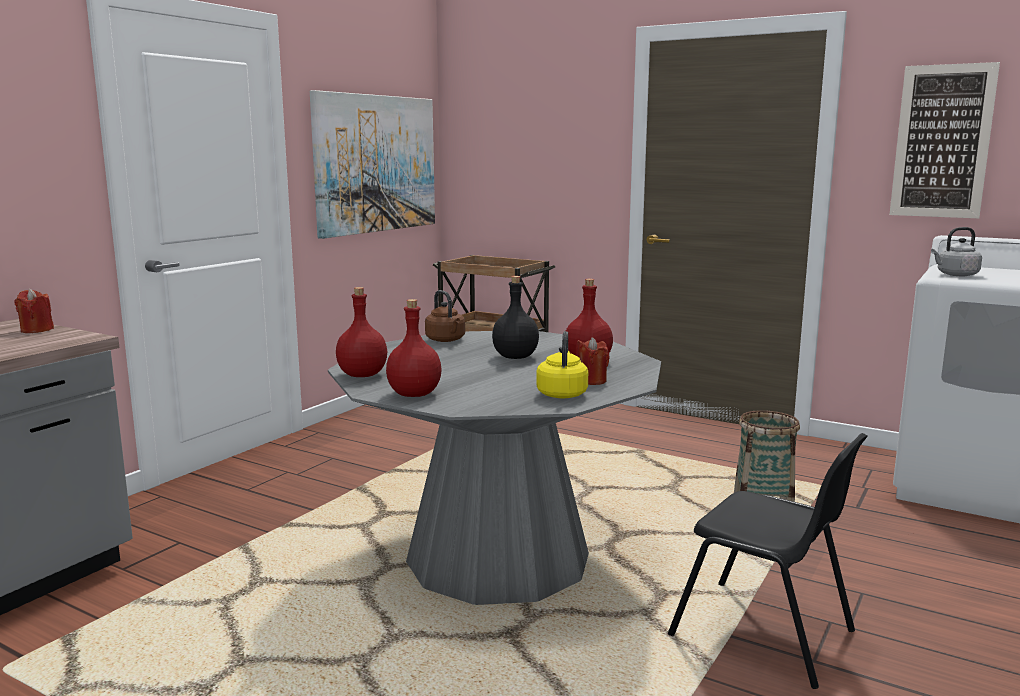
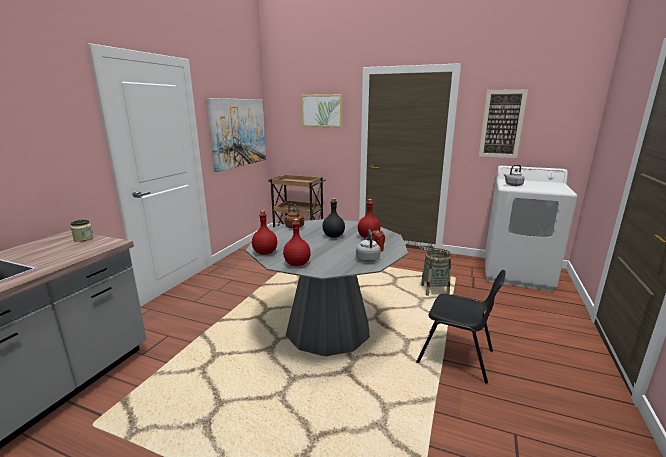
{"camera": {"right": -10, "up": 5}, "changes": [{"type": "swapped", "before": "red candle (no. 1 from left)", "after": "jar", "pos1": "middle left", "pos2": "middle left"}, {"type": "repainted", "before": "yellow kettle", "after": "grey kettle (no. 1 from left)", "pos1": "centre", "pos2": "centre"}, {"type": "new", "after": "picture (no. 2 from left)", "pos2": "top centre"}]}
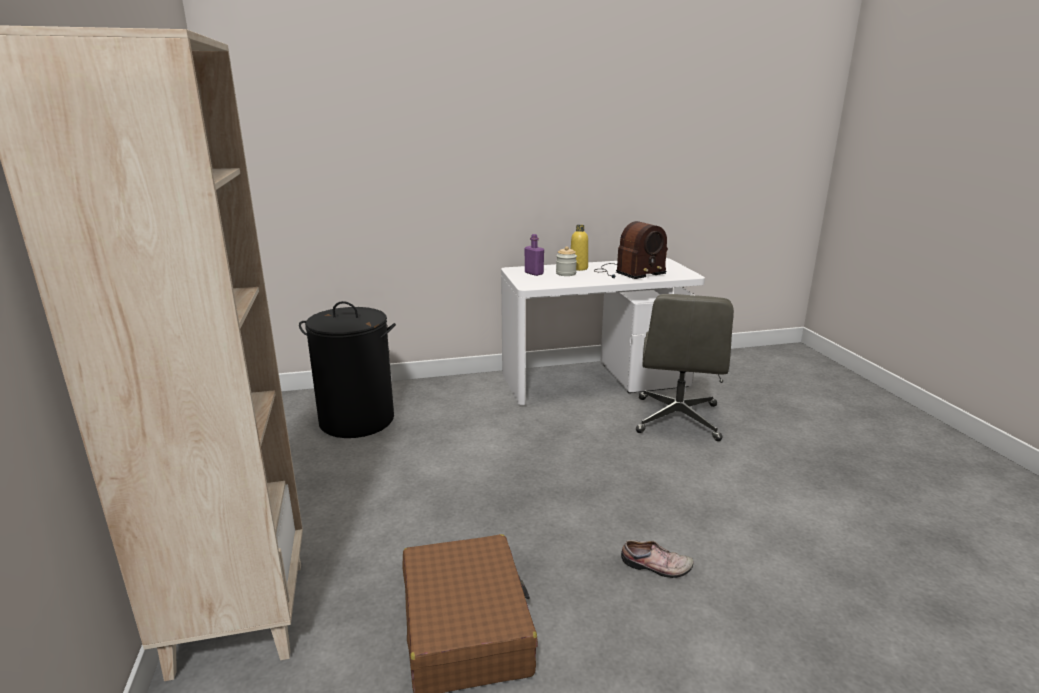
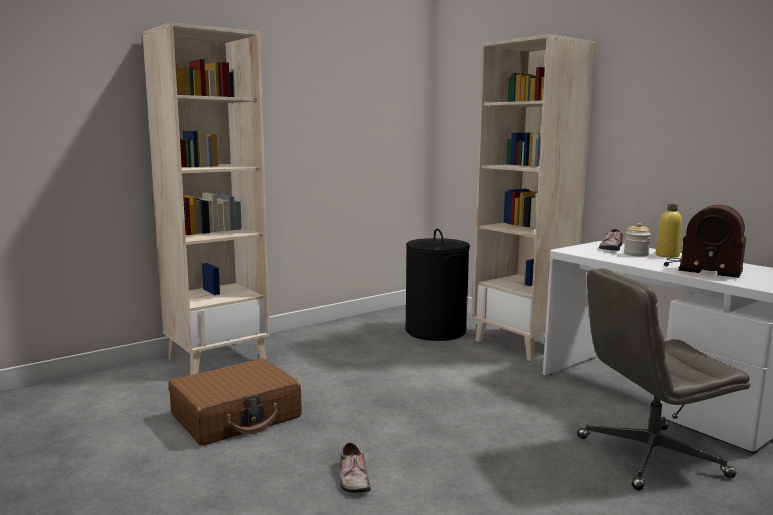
{"camera": {"right": 65, "up": -10}, "changes": [{"type": "swapped", "before": "purple bottle", "after": "shoe (no. 2 from left)", "pos1": "centre", "pos2": "middle right"}, {"type": "new", "after": "beige bookcase (no. 2 from left)", "pos2": "middle right"}]}
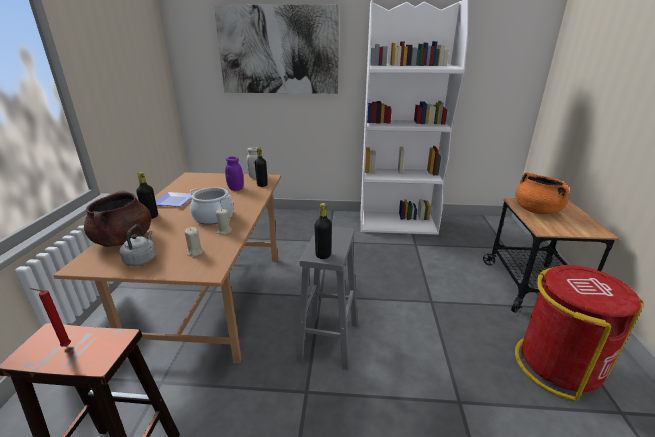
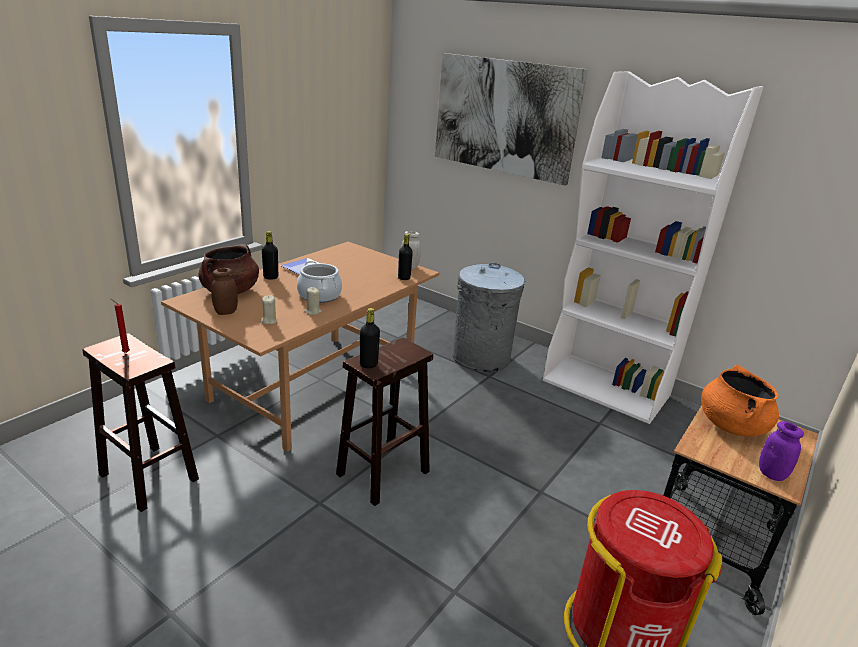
{"camera": {"right": 30, "up": 0}, "changes": [{"type": "swapped", "before": "grey kettle", "after": "brown jar", "pos1": "middle left", "pos2": "middle left"}, {"type": "shifted", "before": "purple jar", "pos1": "centre", "pos2": "bottom right"}, {"type": "repainted", "before": "grey stool", "after": "brown stool (no. 2 from left)", "pos1": "bottom centre", "pos2": "centre"}, {"type": "new", "after": "grey trash can", "pos2": "centre"}]}
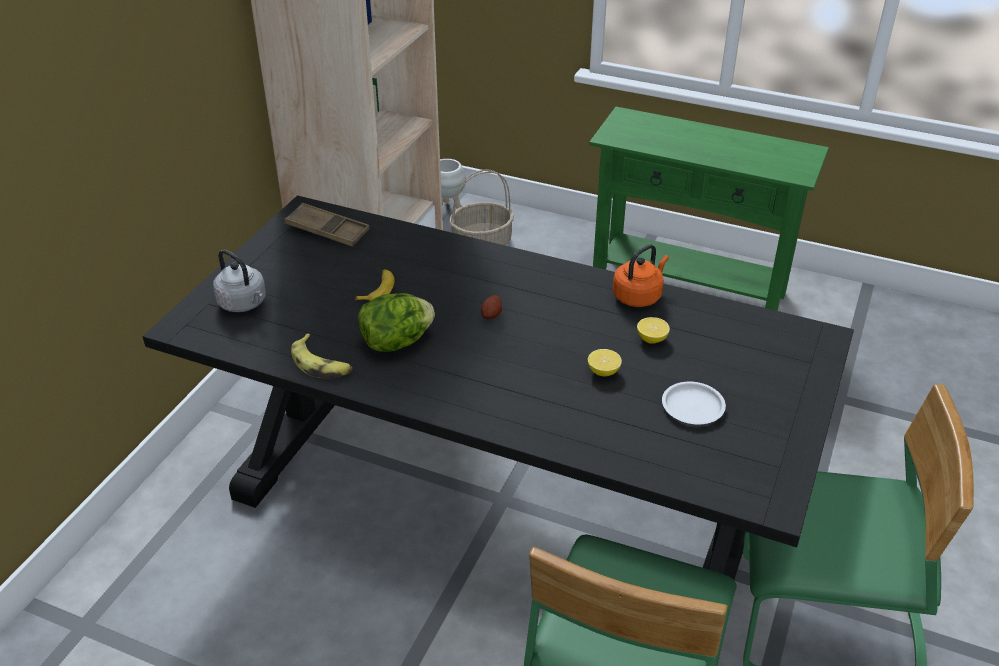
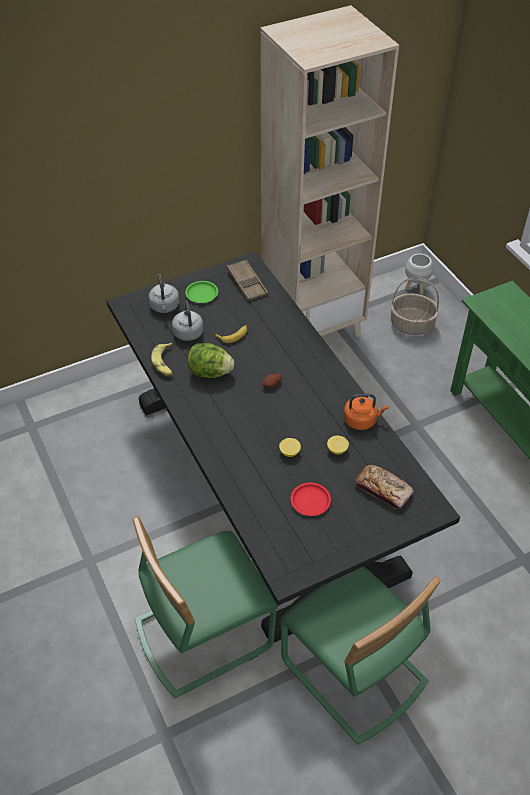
{"camera": {"right": 40, "up": 10}, "changes": [{"type": "repainted", "before": "white plate", "after": "red plate", "pos1": "middle right", "pos2": "centre"}, {"type": "new", "after": "grey kettle (no. 2 from left)", "pos2": "centre"}, {"type": "new", "after": "green plate", "pos2": "centre"}, {"type": "new", "after": "bread", "pos2": "middle right"}]}
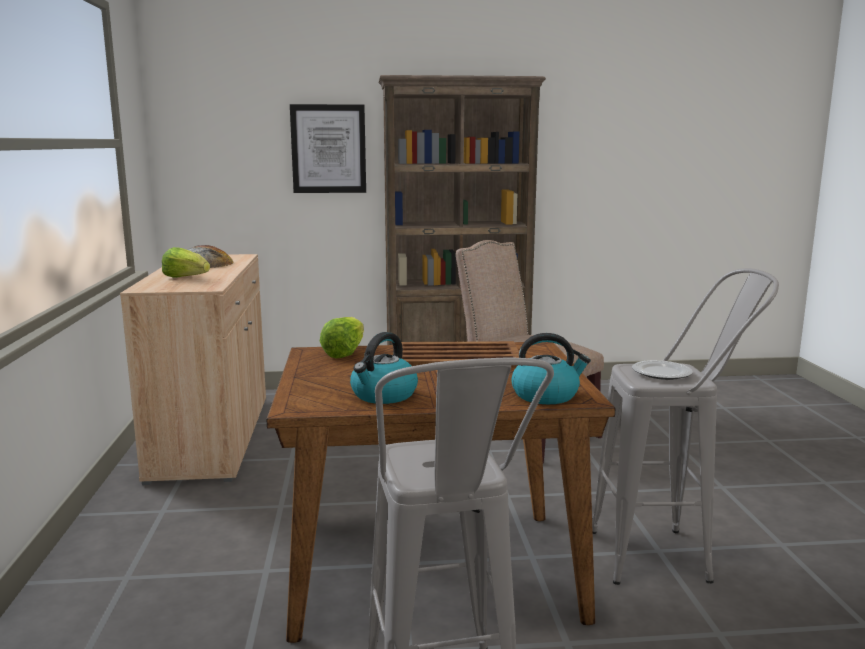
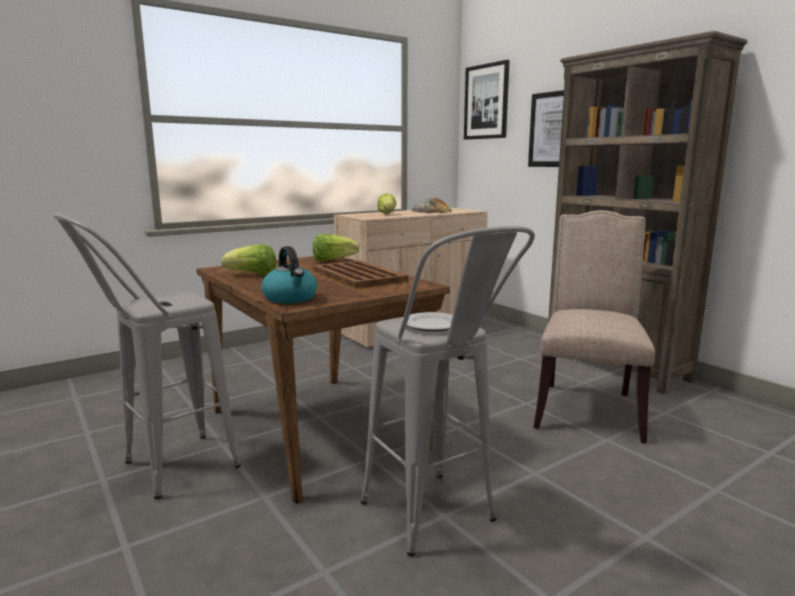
{"camera": {"right": 60, "up": 0}, "changes": [{"type": "swapped", "before": "kettle (no. 1 from left)", "after": "lettuce (no. 1 from left)", "pos1": "centre", "pos2": "middle left"}, {"type": "new", "after": "picture (no. 1 from left)", "pos2": "top centre"}]}
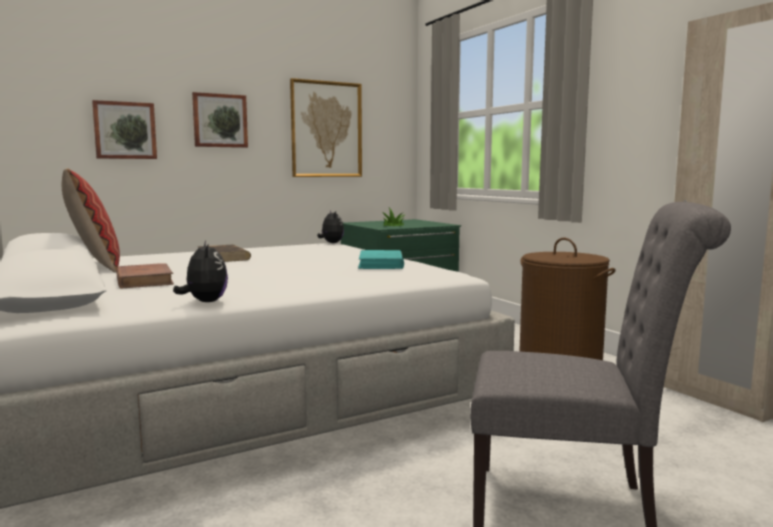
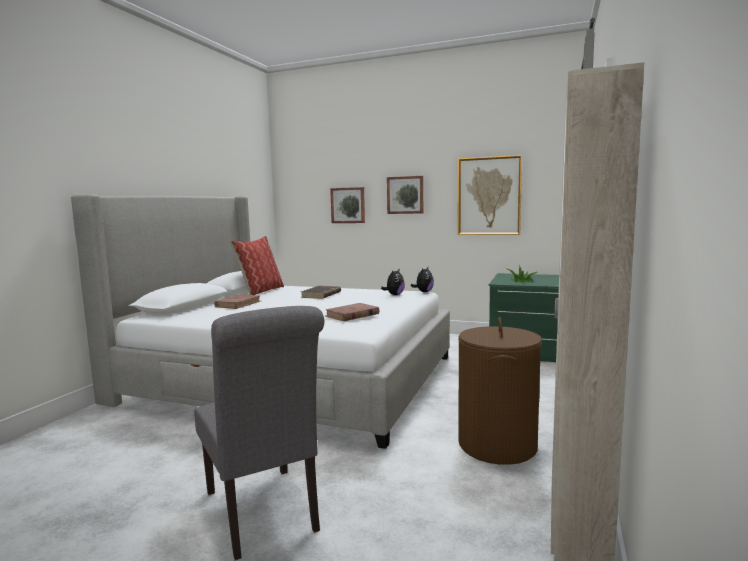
{"camera": {"right": 50, "up": 0}, "changes": [{"type": "shifted", "before": "plush toy (no. 1 from left)", "pos1": "middle left", "pos2": "centre"}, {"type": "repainted", "before": "turquoise book", "after": "brown book (no. 3 from left)", "pos1": "centre", "pos2": "centre"}]}
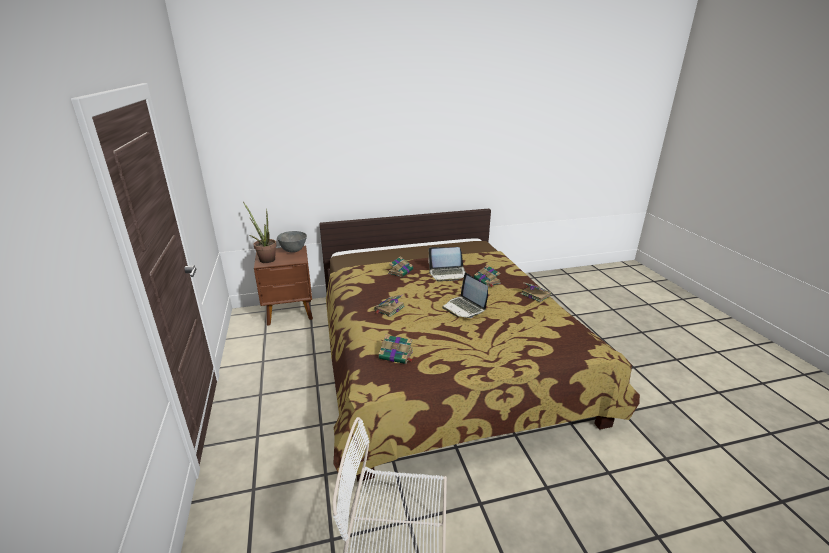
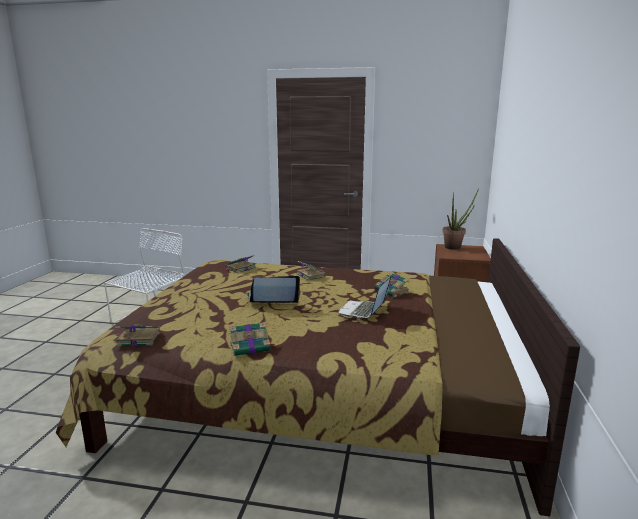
{"camera": {"right": 115, "up": -10}, "changes": [{"type": "gone", "before": "grey bowl", "pos1": "centre"}, {"type": "shifted", "before": "book (no. 4 from left in the first image)", "after": "book (no. 1 from left)", "pos1": "centre", "pos2": "middle left"}]}
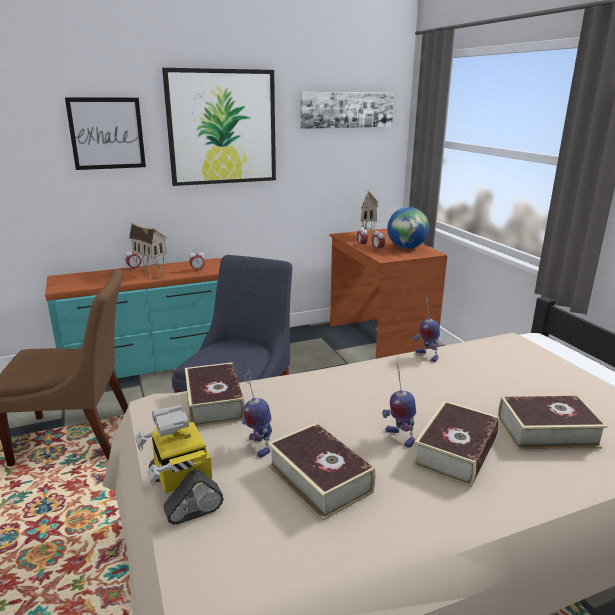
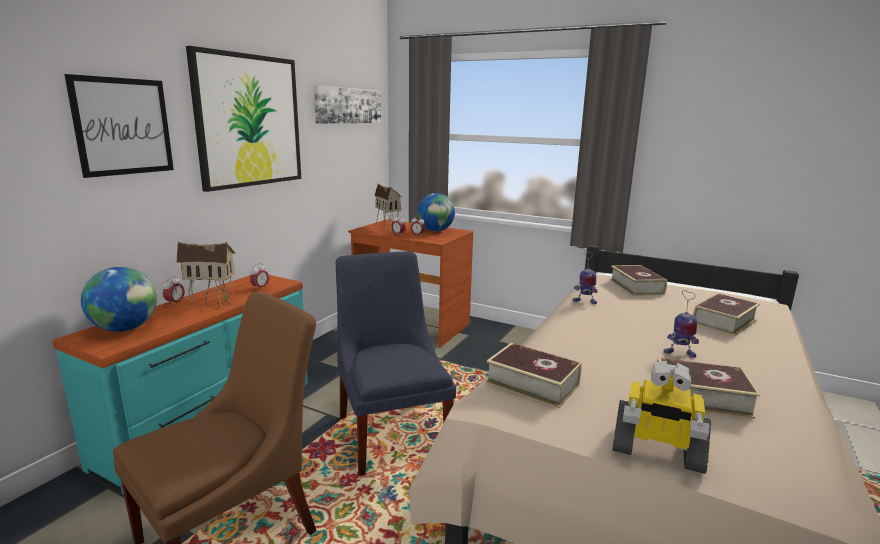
{"camera": {"right": -40, "up": -5}, "changes": [{"type": "gone", "before": "toy robot (no. 2 from left)", "pos1": "bottom centre"}, {"type": "shifted", "before": "book (no. 3 from left in the first image)", "after": "book (no. 2 from left)", "pos1": "bottom right", "pos2": "middle right"}, {"type": "new", "after": "globe (no. 1 from left)", "pos2": "middle left"}]}
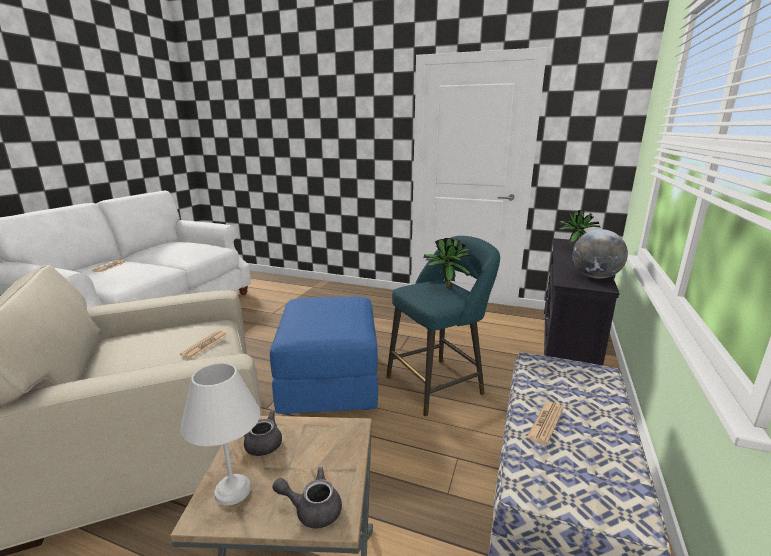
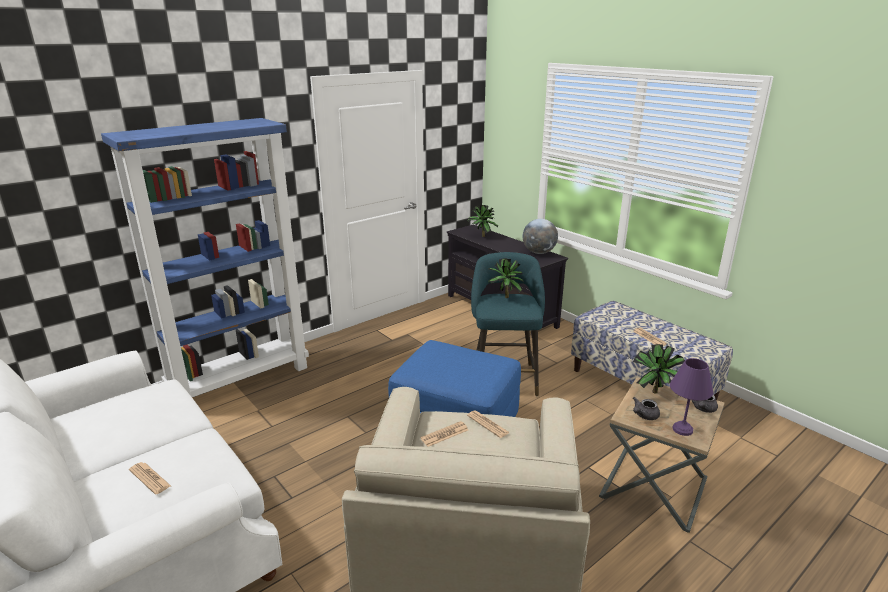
{"camera": {"right": -60, "up": 5}, "changes": [{"type": "repainted", "before": "white table lamp", "after": "purple table lamp", "pos1": "bottom left", "pos2": "bottom right"}, {"type": "new", "after": "blue bookcase", "pos2": "middle left"}, {"type": "new", "after": "newspaper (no. 2 from left)", "pos2": "bottom centre"}, {"type": "new", "after": "potted plant (no. 3 from left)", "pos2": "middle right"}]}
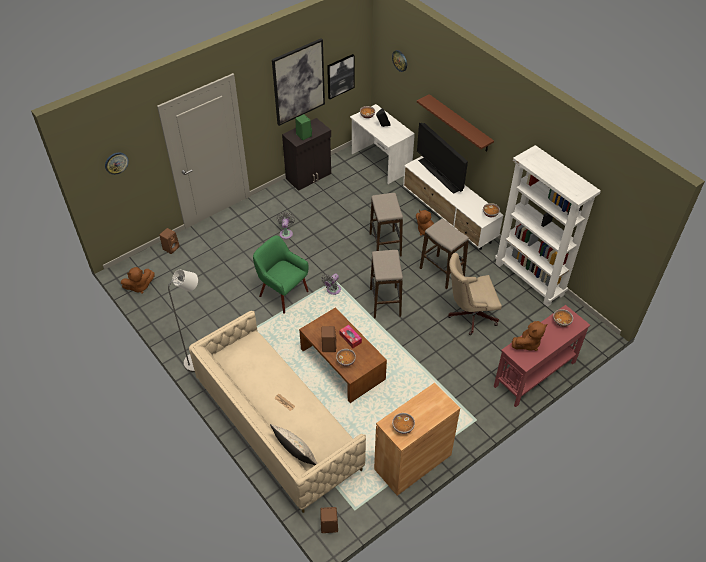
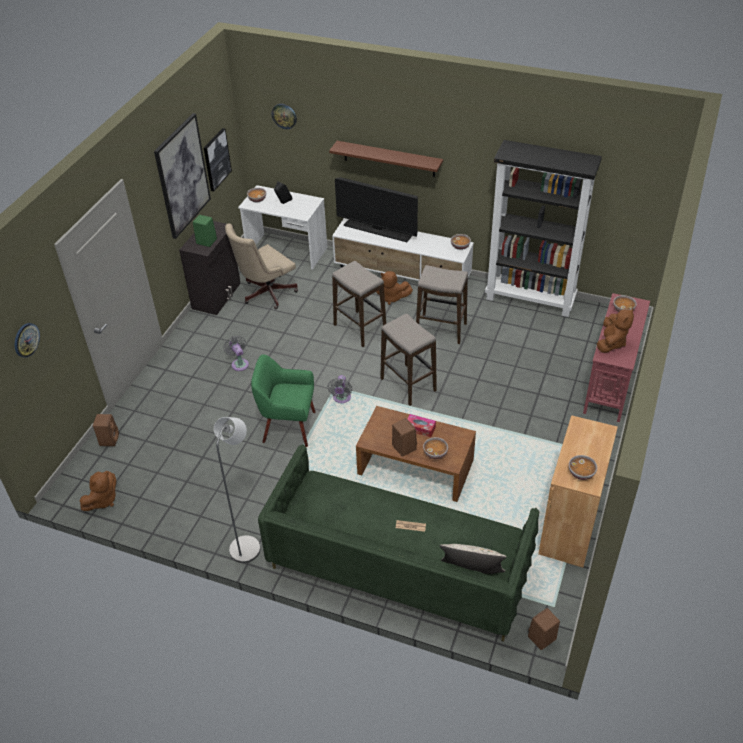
{"camera": {"right": -30, "up": -5}, "changes": [{"type": "repainted", "before": "beige sofa", "after": "green sofa", "pos1": "bottom centre", "pos2": "bottom centre"}, {"type": "shifted", "before": "beige office chair", "pos1": "middle right", "pos2": "centre"}, {"type": "repainted", "before": "white bookcase", "after": "black bookcase", "pos1": "middle right", "pos2": "top right"}]}
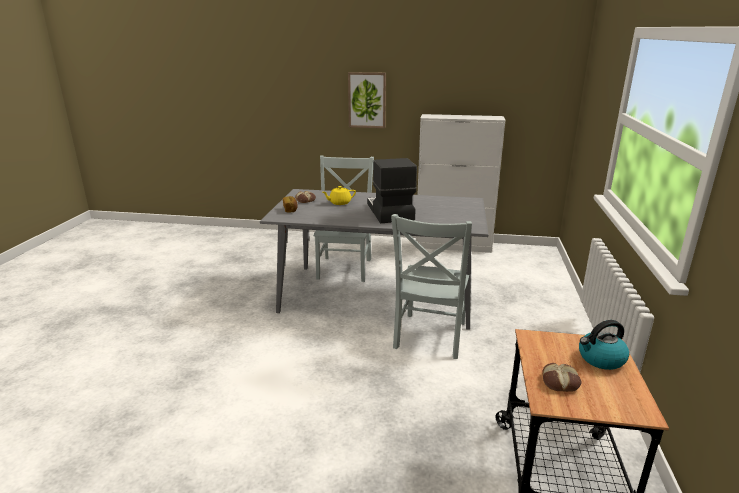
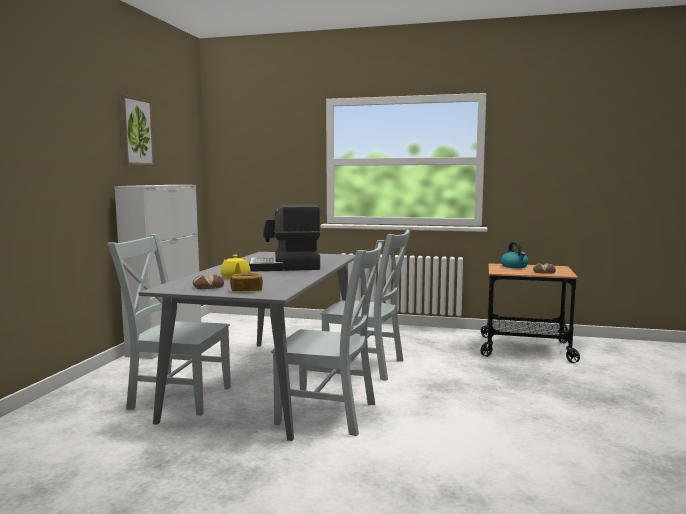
{"camera": {"right": -85, "up": -15}, "changes": [{"type": "shifted", "before": "picture", "pos1": "top centre", "pos2": "top left"}, {"type": "new", "after": "grey chair (no. 2 from left)", "pos2": "centre"}]}
